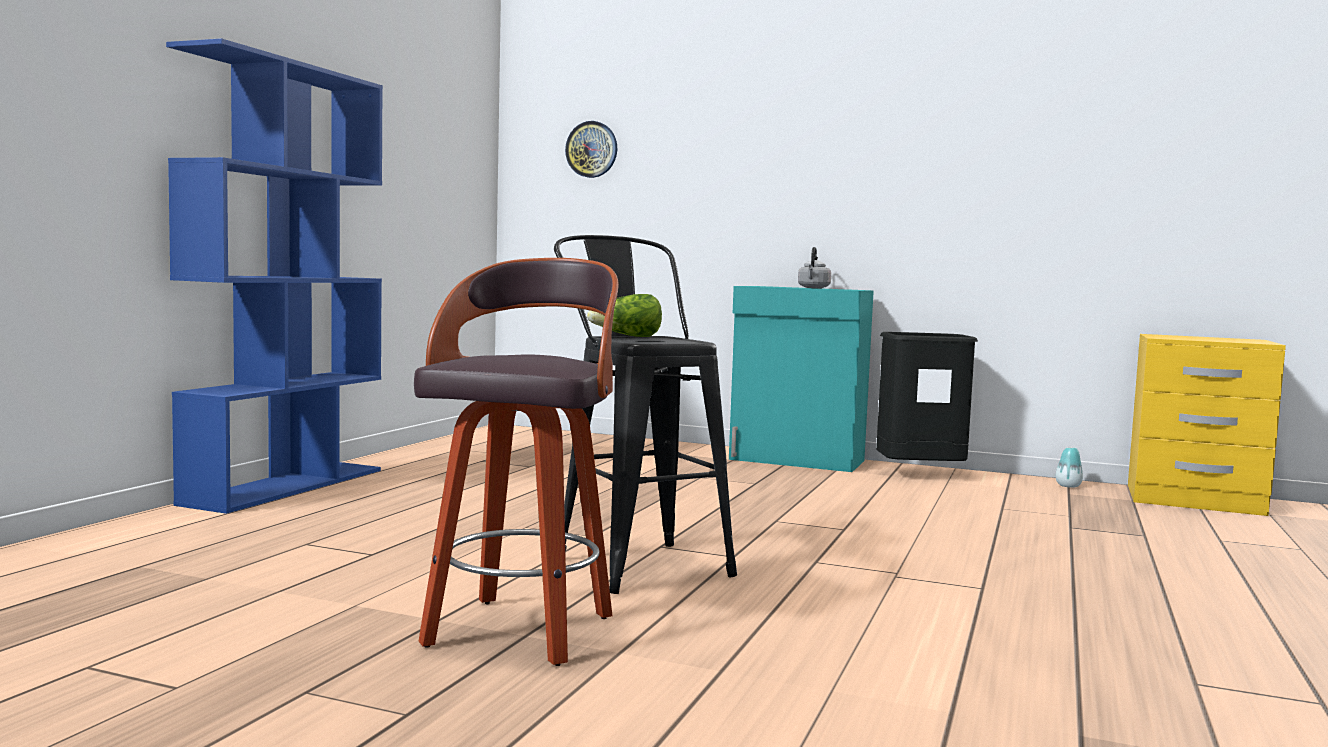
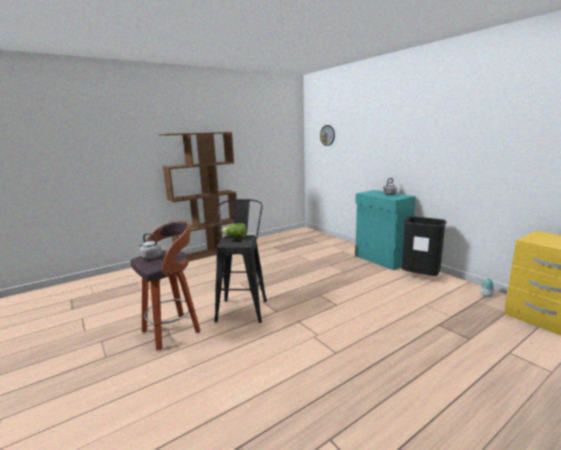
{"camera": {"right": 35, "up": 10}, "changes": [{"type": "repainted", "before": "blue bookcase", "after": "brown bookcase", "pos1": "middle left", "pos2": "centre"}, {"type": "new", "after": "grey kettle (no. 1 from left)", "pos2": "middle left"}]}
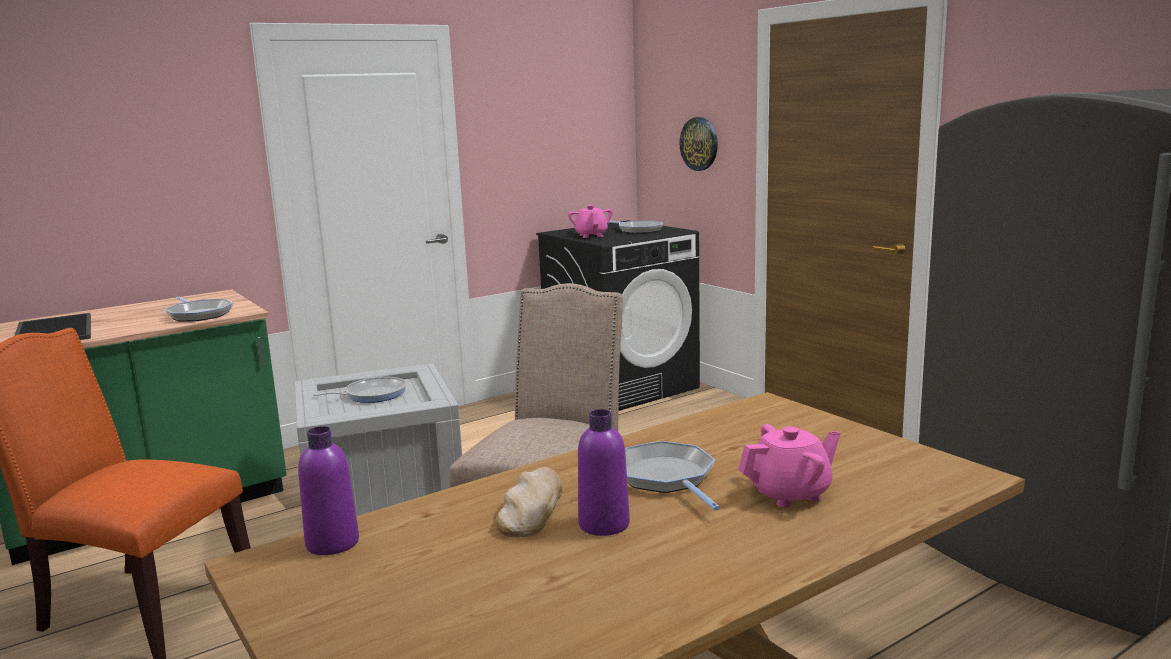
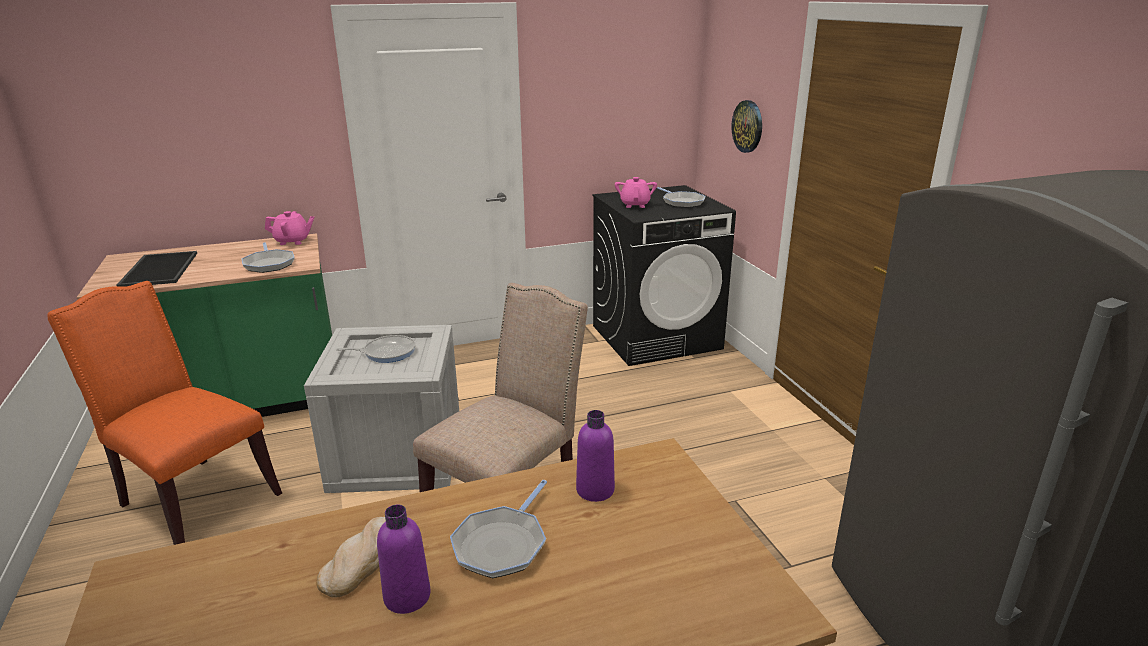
{"camera": {"right": 15, "up": 10}, "changes": [{"type": "shifted", "before": "purple bottle (no. 1 from left in the first image)", "after": "purple bottle (no. 2 from left)", "pos1": "bottom left", "pos2": "bottom centre"}, {"type": "rotated", "before": "frying pan (no. 4 from left in the first image)", "pos1": "bottom centre", "pos2": "bottom centre", "turn": -150}, {"type": "shifted", "before": "pink teapot (no. 2 from left in the first image)", "after": "pink teapot (no. 1 from left)", "pos1": "bottom right", "pos2": "middle left"}]}
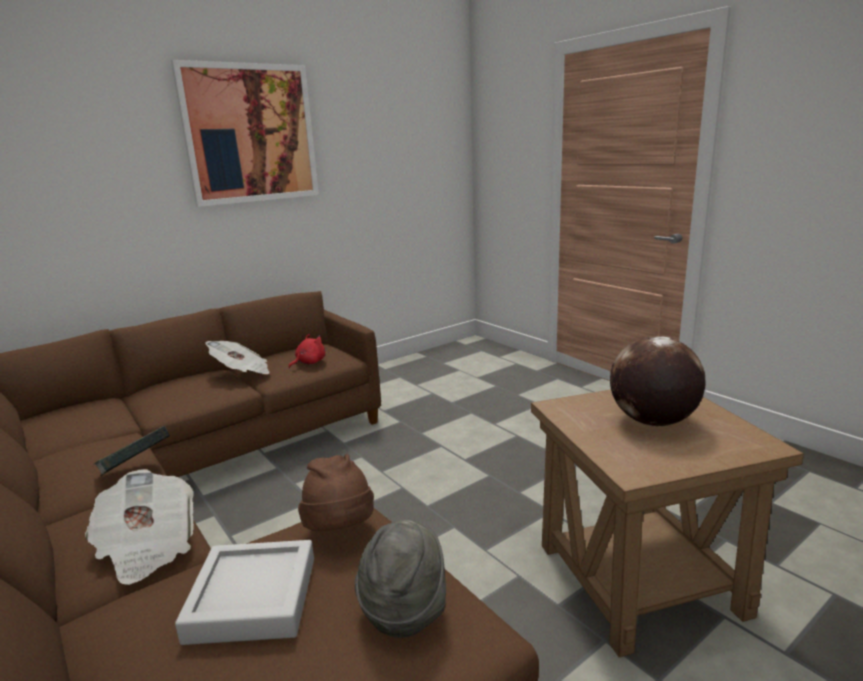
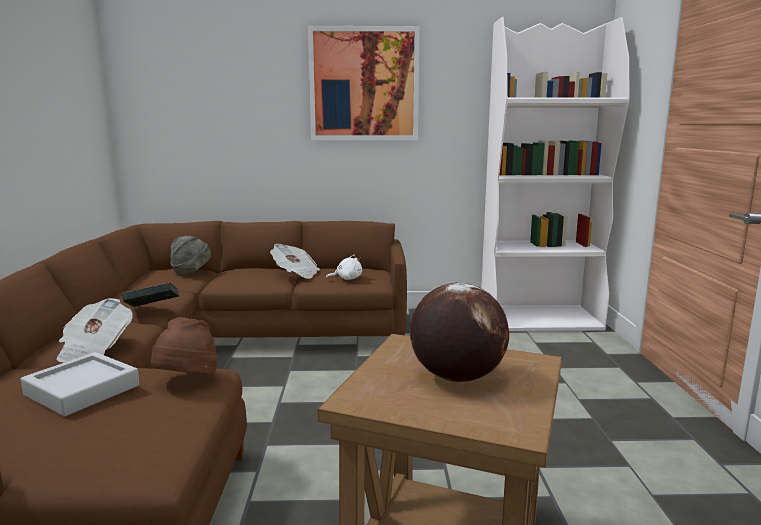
{"camera": {"right": 35, "up": -5}, "changes": [{"type": "repainted", "before": "red plush toy", "after": "white plush toy", "pos1": "centre", "pos2": "centre"}, {"type": "shifted", "before": "grey hat", "pos1": "bottom centre", "pos2": "middle left"}, {"type": "new", "after": "white bookcase", "pos2": "top right"}]}
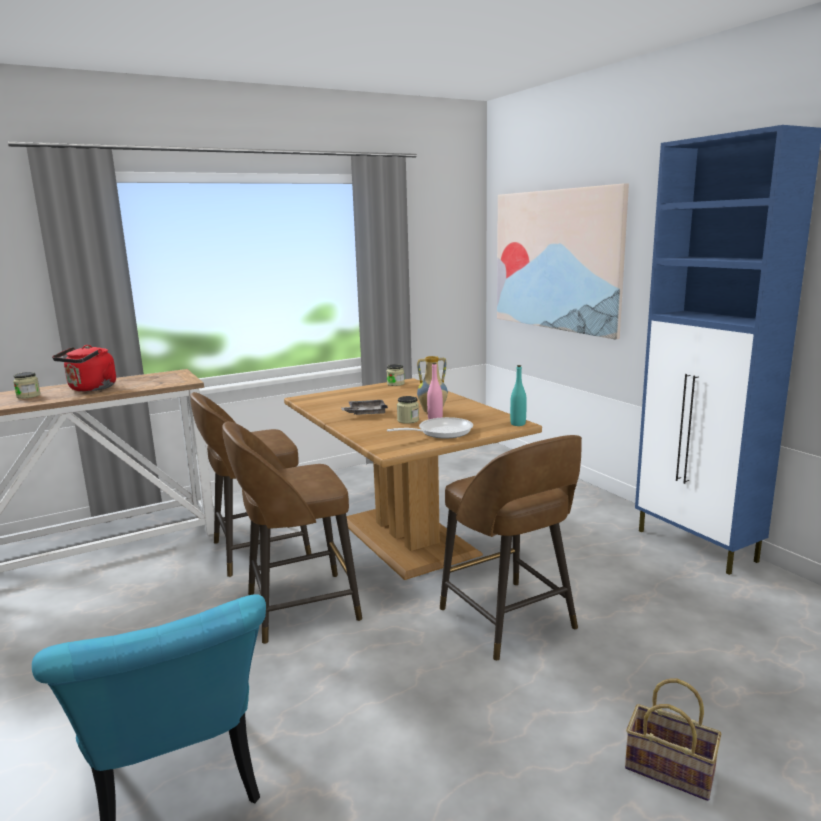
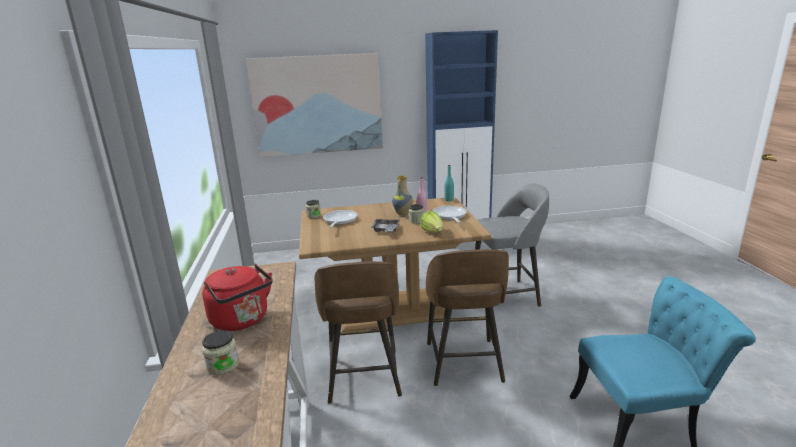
{"camera": {"right": -70, "up": 5}, "changes": [{"type": "repainted", "before": "brown stool (no. 3 from left)", "after": "grey stool", "pos1": "bottom centre", "pos2": "centre"}, {"type": "gone", "before": "basket", "pos1": "bottom right"}, {"type": "new", "after": "frying pan (no. 1 from left)", "pos2": "centre"}, {"type": "new", "after": "lettuce", "pos2": "centre"}]}
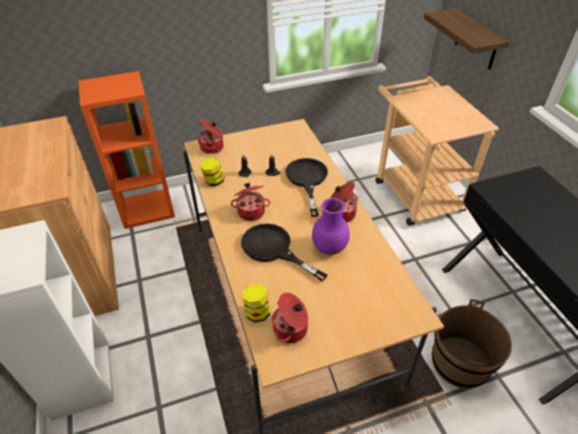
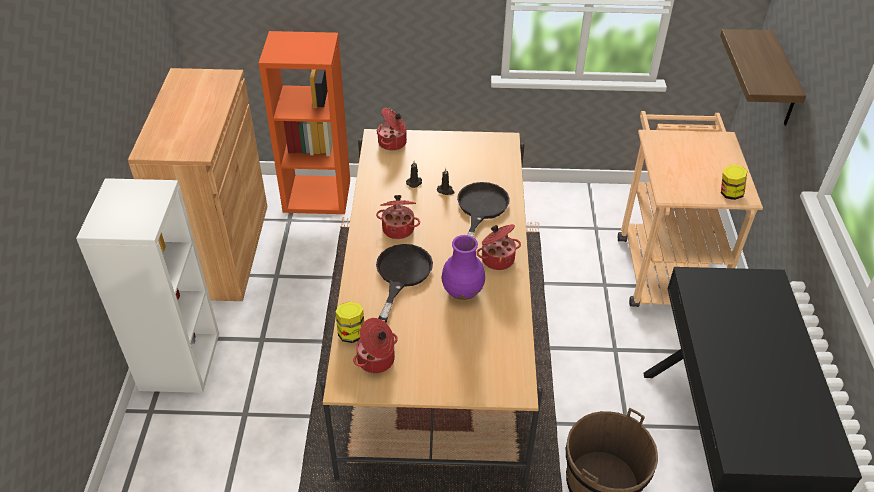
{"camera": {"right": 20, "up": 0}, "changes": [{"type": "shifted", "before": "jar (no. 1 from left in the first image)", "after": "jar (no. 2 from left)", "pos1": "centre", "pos2": "middle right"}, {"type": "rotated", "before": "black frying pan (no. 1 from left)", "pos1": "centre", "pos2": "centre", "turn": 45}]}
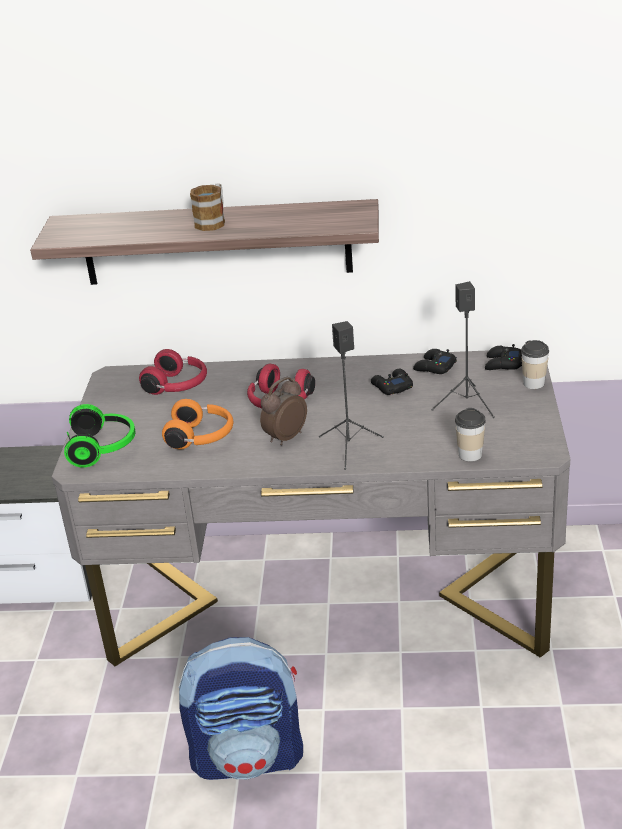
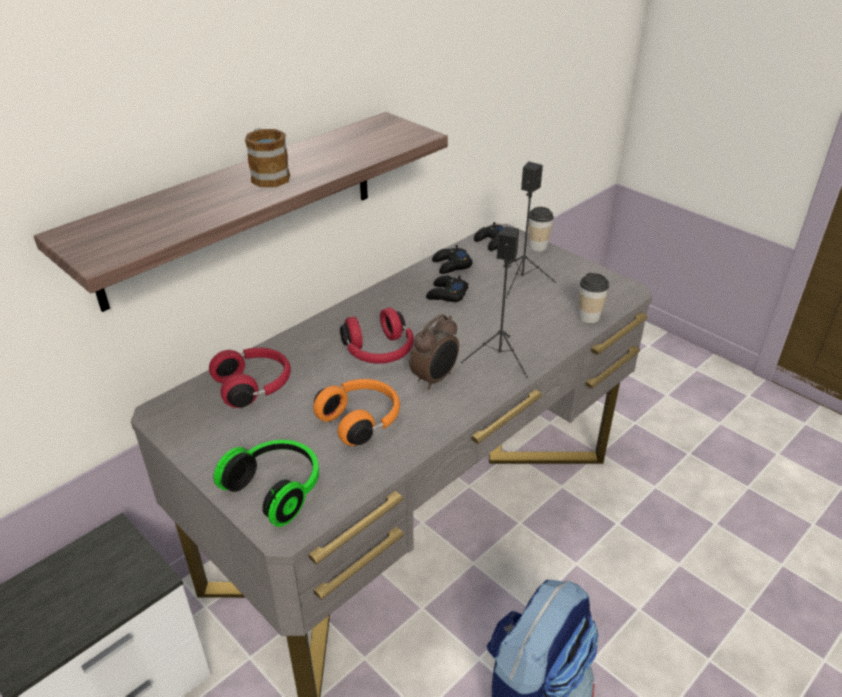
{"camera": {"right": -50, "up": 5}, "changes": [{"type": "rotated", "before": "alarm clock", "pos1": "centre", "pos2": "centre", "turn": -135}]}
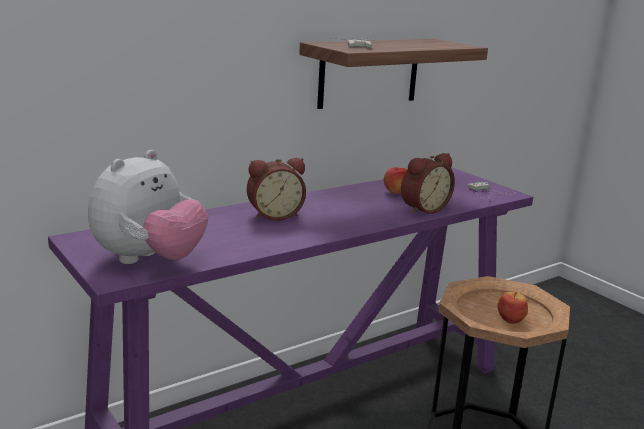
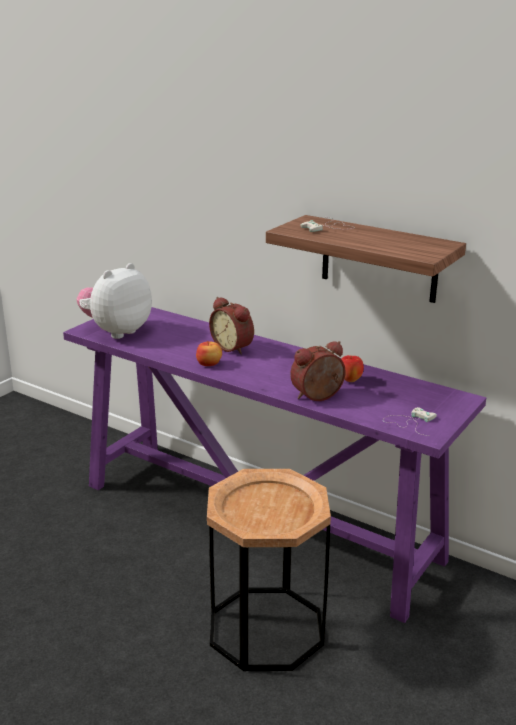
{"camera": {"right": 70, "up": 5}, "changes": [{"type": "rotated", "before": "plush toy", "pos1": "middle left", "pos2": "middle left", "turn": 120}, {"type": "rotated", "before": "alarm clock (no. 2 from left)", "pos1": "centre", "pos2": "centre", "turn": 120}, {"type": "shifted", "before": "apple (no. 2 from left in the first image)", "after": "apple (no. 1 from left)", "pos1": "bottom right", "pos2": "centre"}]}
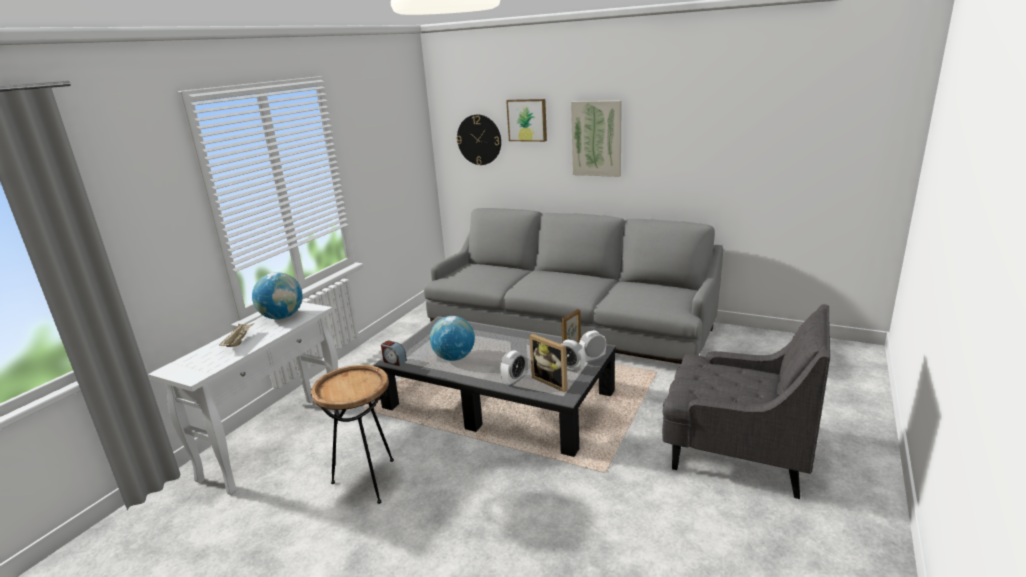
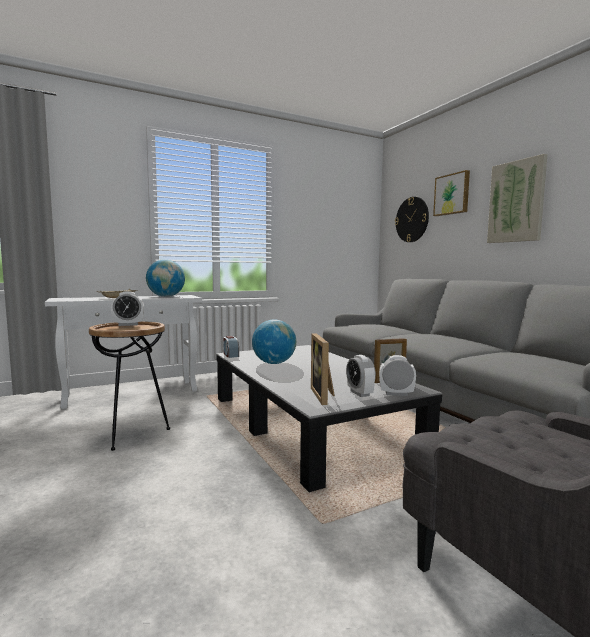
{"camera": {"right": 35, "up": -15}, "changes": [{"type": "shifted", "before": "alarm clock (no. 2 from left in the first image)", "after": "alarm clock (no. 1 from left)", "pos1": "centre", "pos2": "middle left"}]}
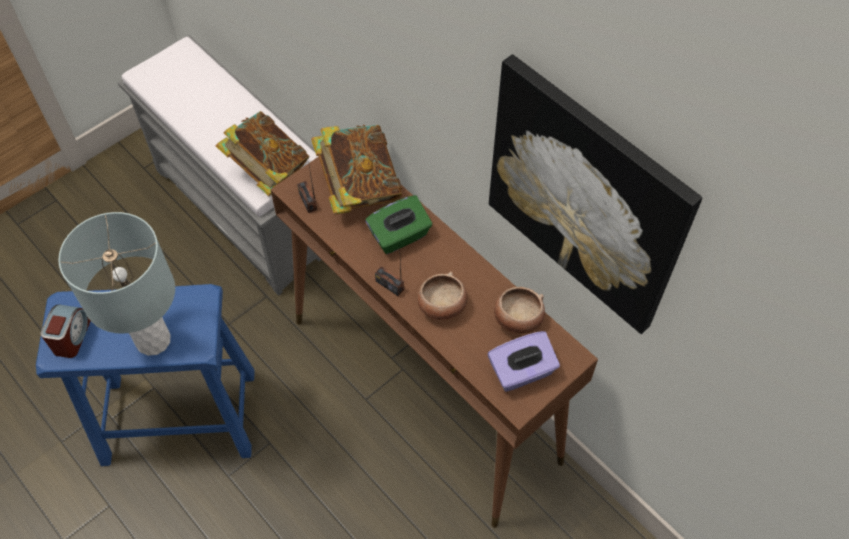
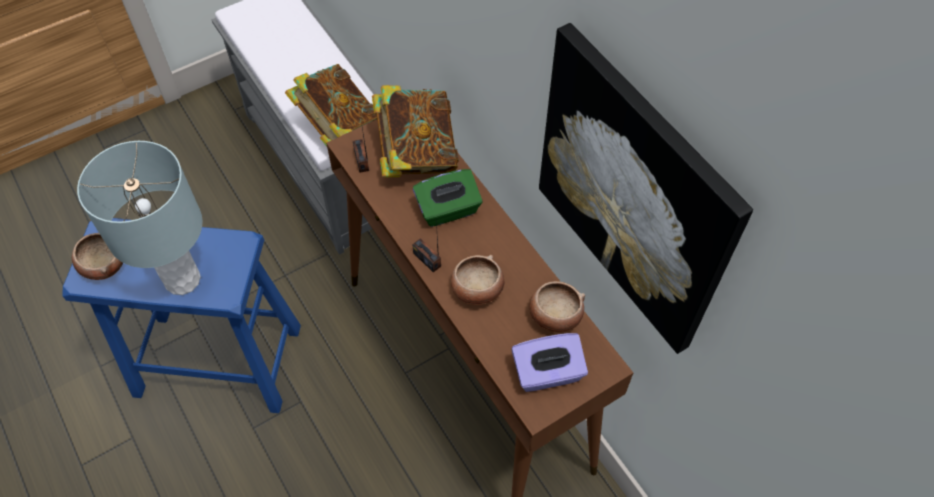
{"camera": {"right": 10, "up": 0}, "changes": [{"type": "swapped", "before": "alarm clock", "after": "bowl (no. 1 from left)", "pos1": "middle left", "pos2": "middle left"}]}
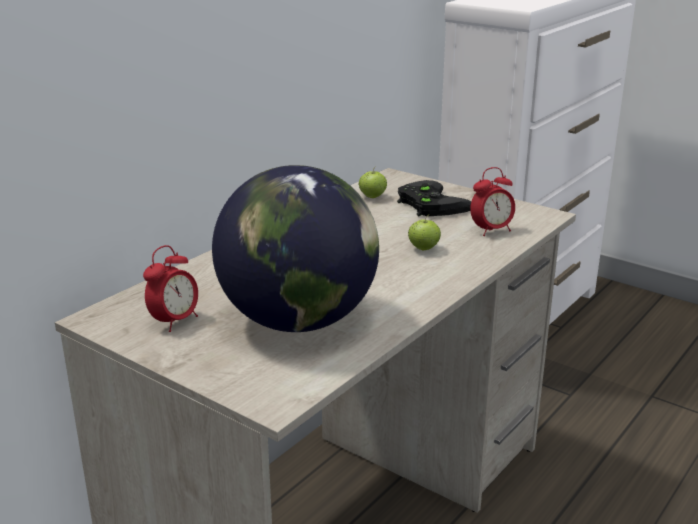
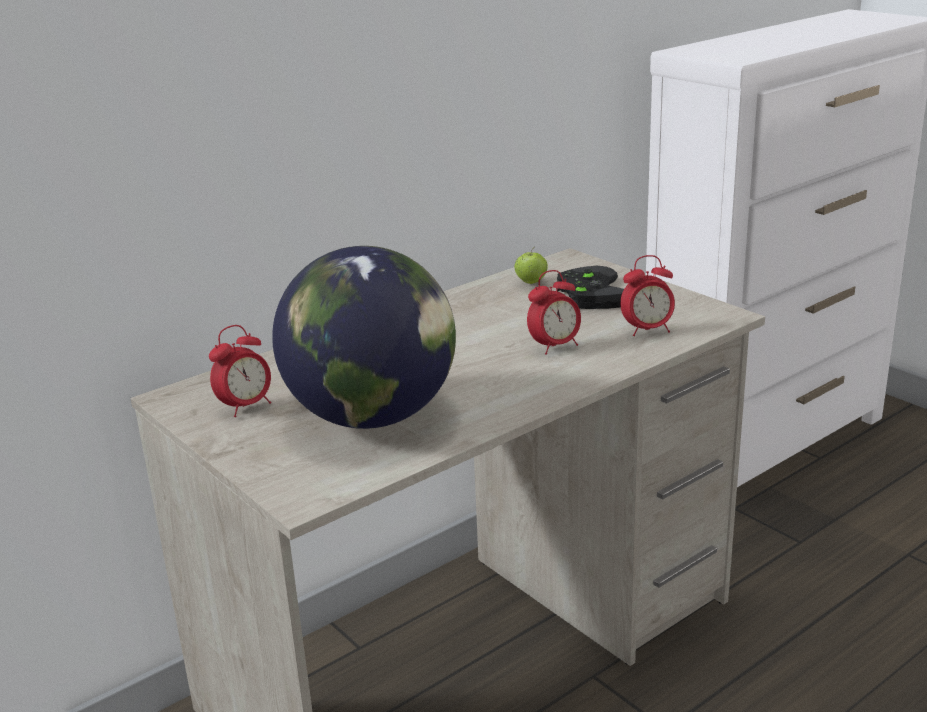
{"camera": {"right": 15, "up": 0}, "changes": [{"type": "swapped", "before": "apple (no. 2 from left)", "after": "alarm clock (no. 2 from left)", "pos1": "centre", "pos2": "centre"}]}
